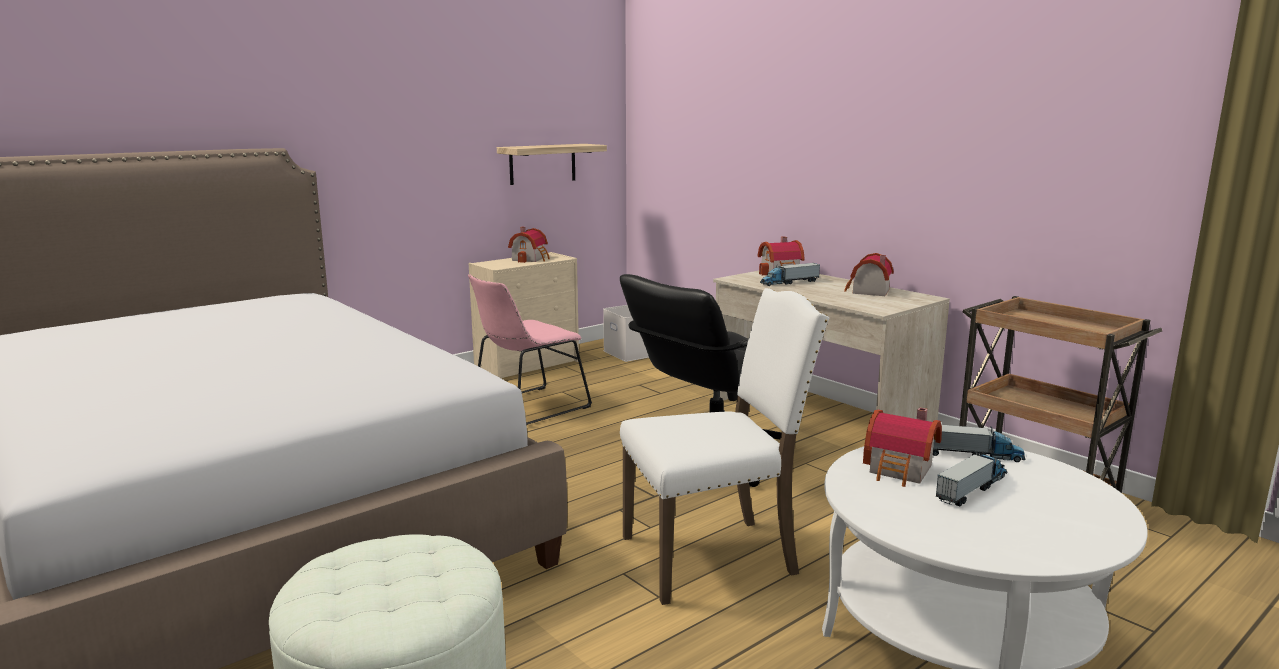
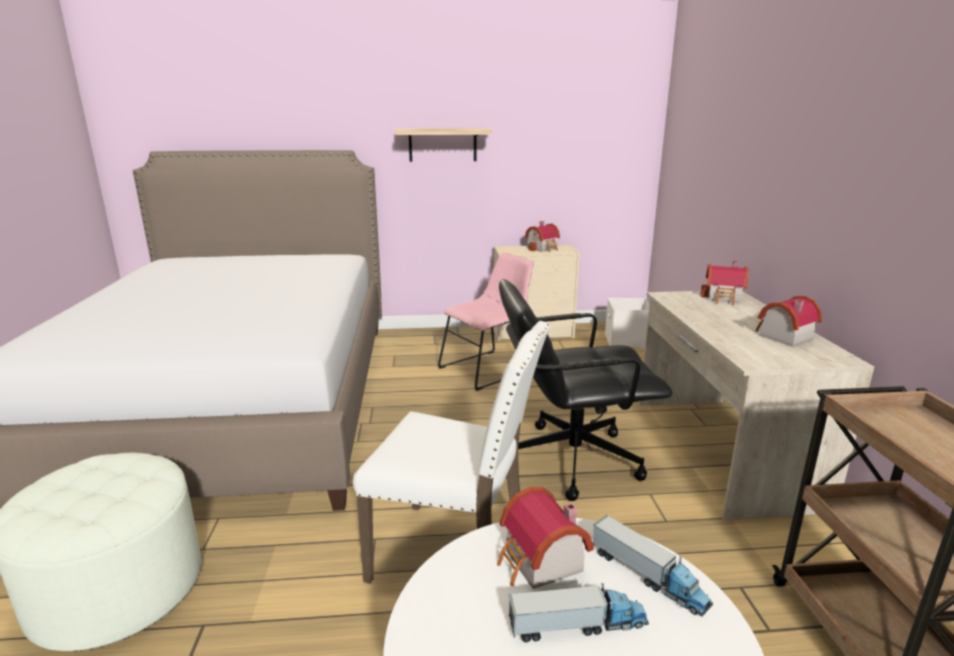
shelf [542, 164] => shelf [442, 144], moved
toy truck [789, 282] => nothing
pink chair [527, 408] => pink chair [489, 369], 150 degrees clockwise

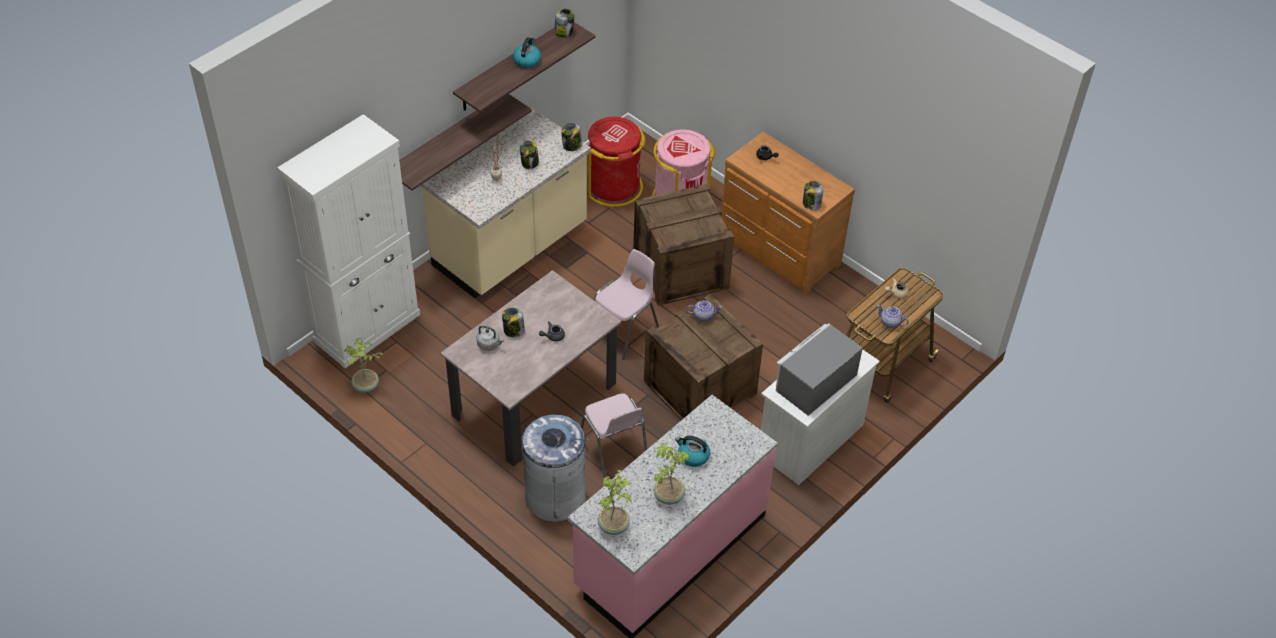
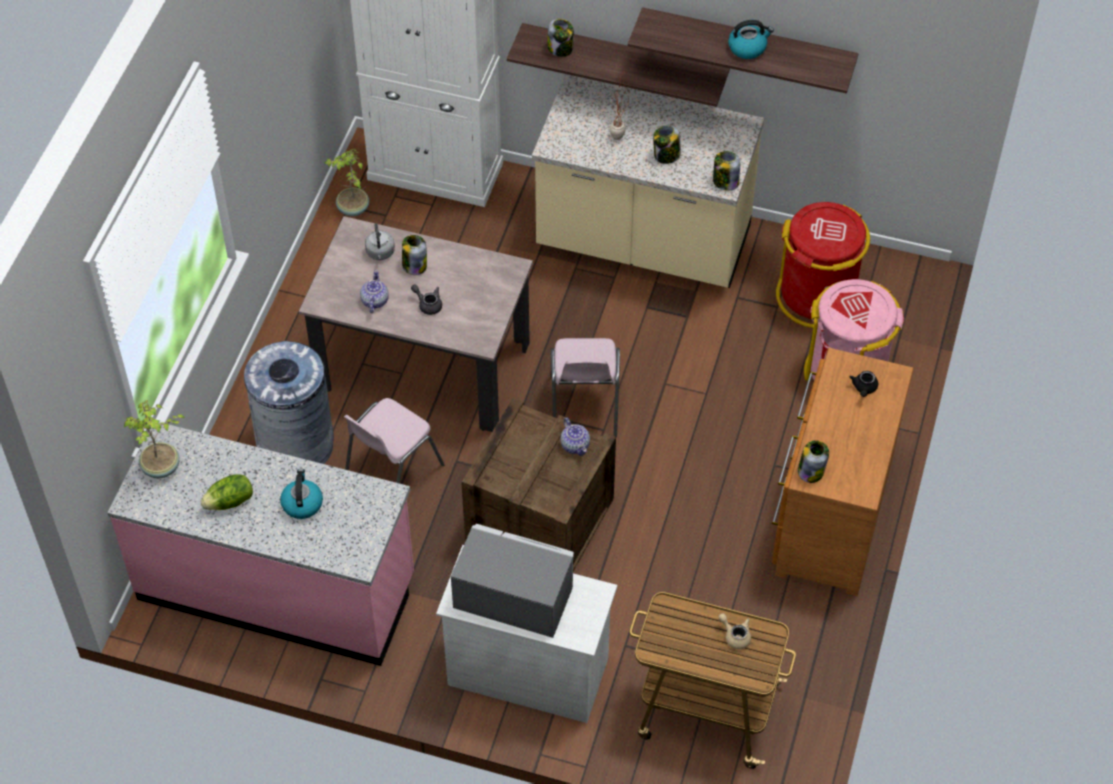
jar [564, 32] => jar [560, 48], moved
crate [681, 270] => nothing
pink chair [624, 331] => pink chair [583, 407], 75 degrees clockwise
teapot [890, 322] => teapot [374, 301], moved
potted plant [668, 496] => lettuce [230, 502]

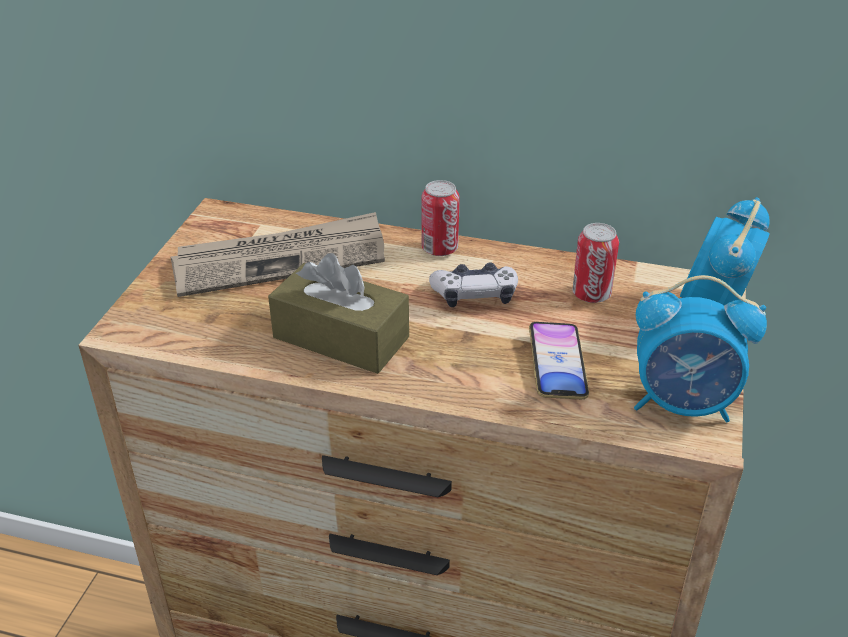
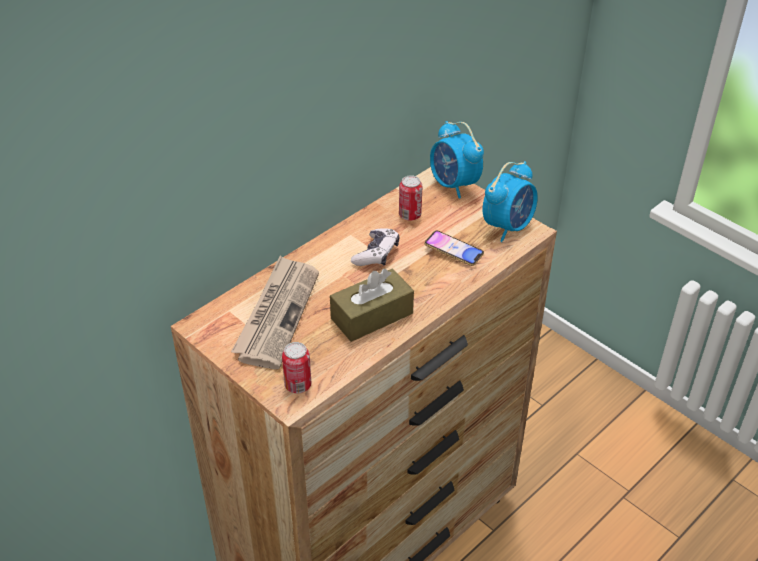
can [439, 249] => can [298, 385], moved

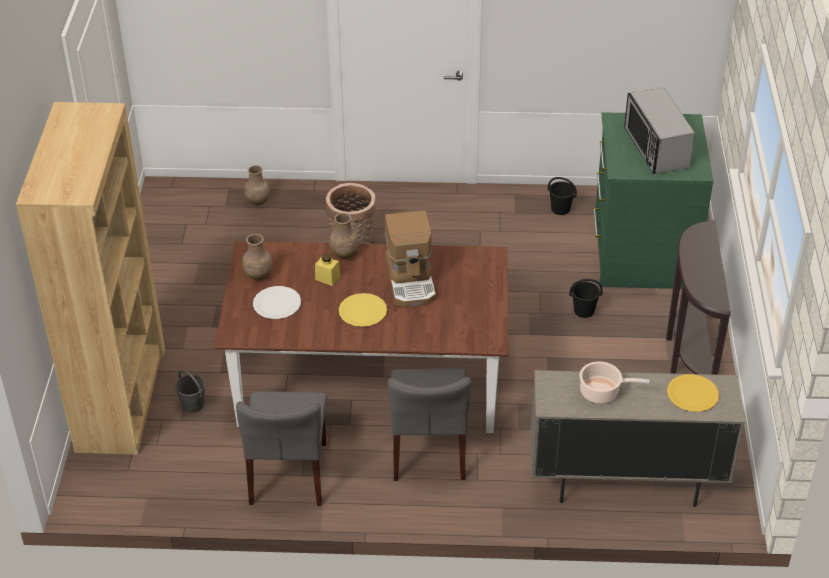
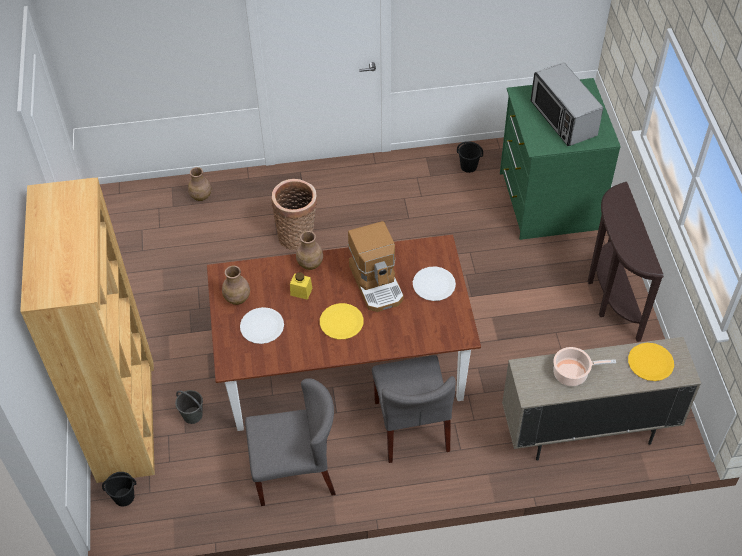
black bucket [583, 311] => black bucket [123, 497], moved
grey chair [289, 474] => grey chair [295, 471], 90 degrees counterclockwise
nothing => white plate [434, 284]

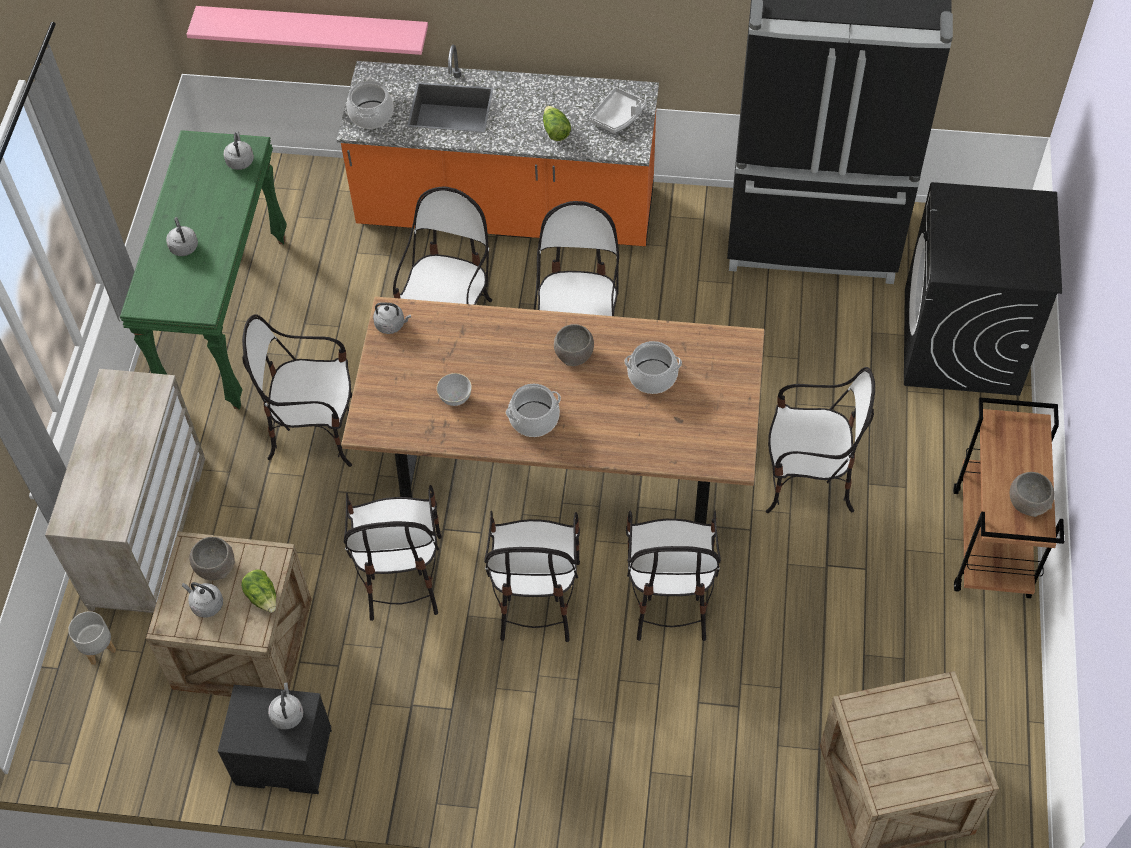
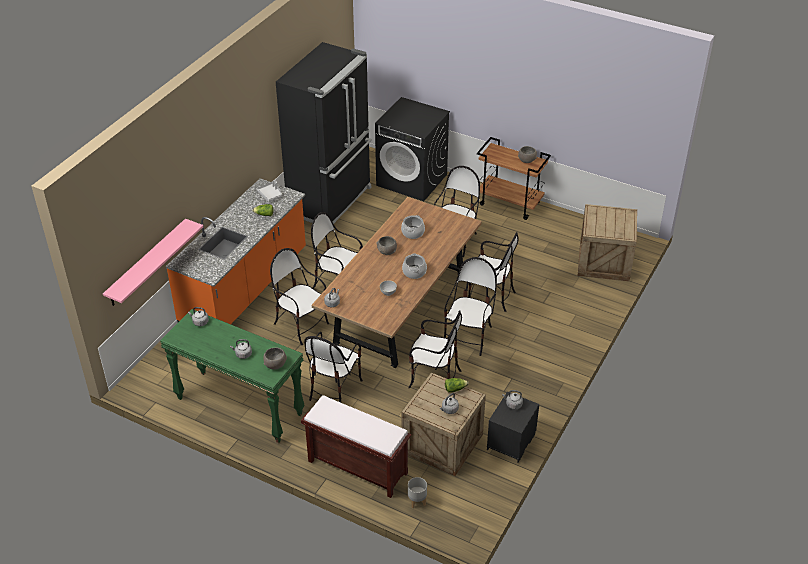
cooking pot [371, 115] => nothing
beige dresser [147, 531] => brown bench [356, 467]
chair [535, 598] => chair [469, 337], 90 degrees counterclockwise
grey bowl [215, 567] => grey bowl [275, 364], moved

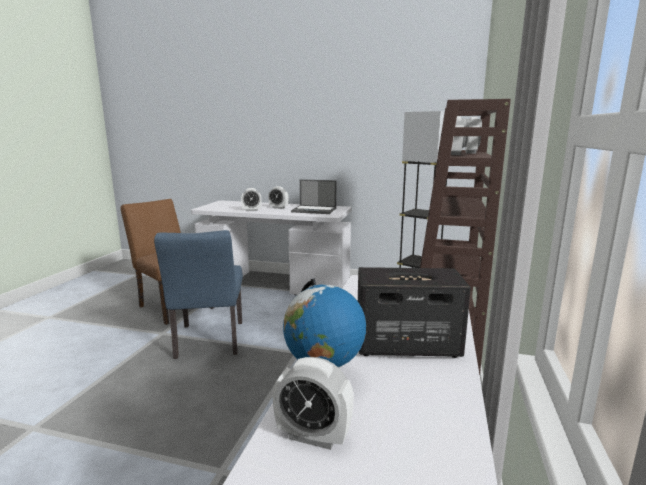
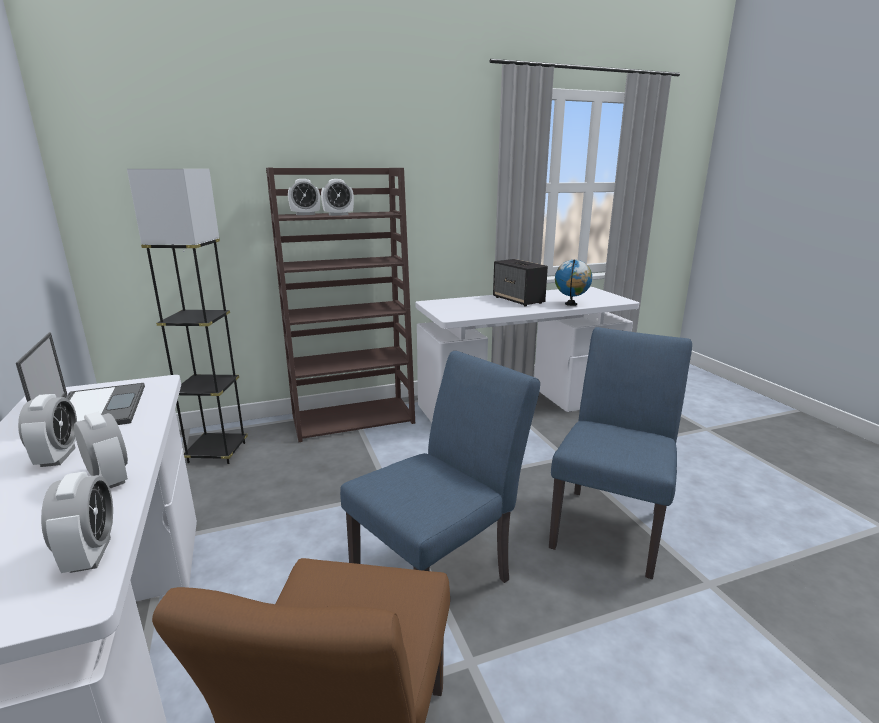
alarm clock [313, 436] => alarm clock [91, 554], moved
nothing => blue chair [610, 524]

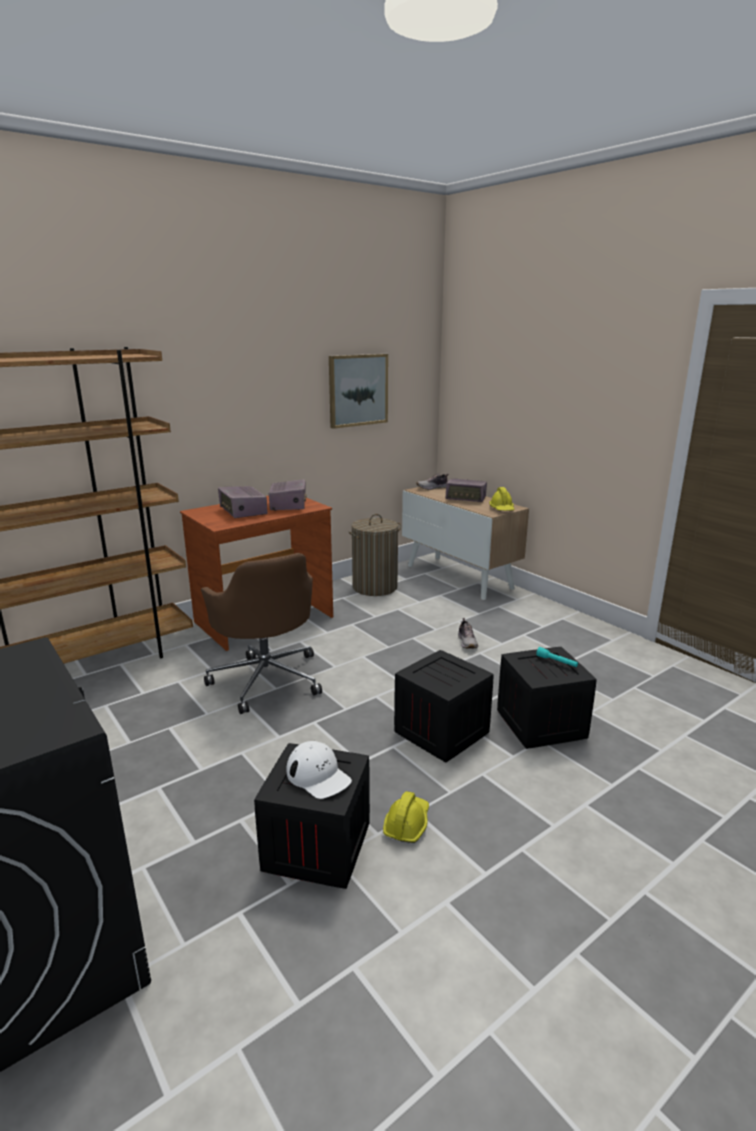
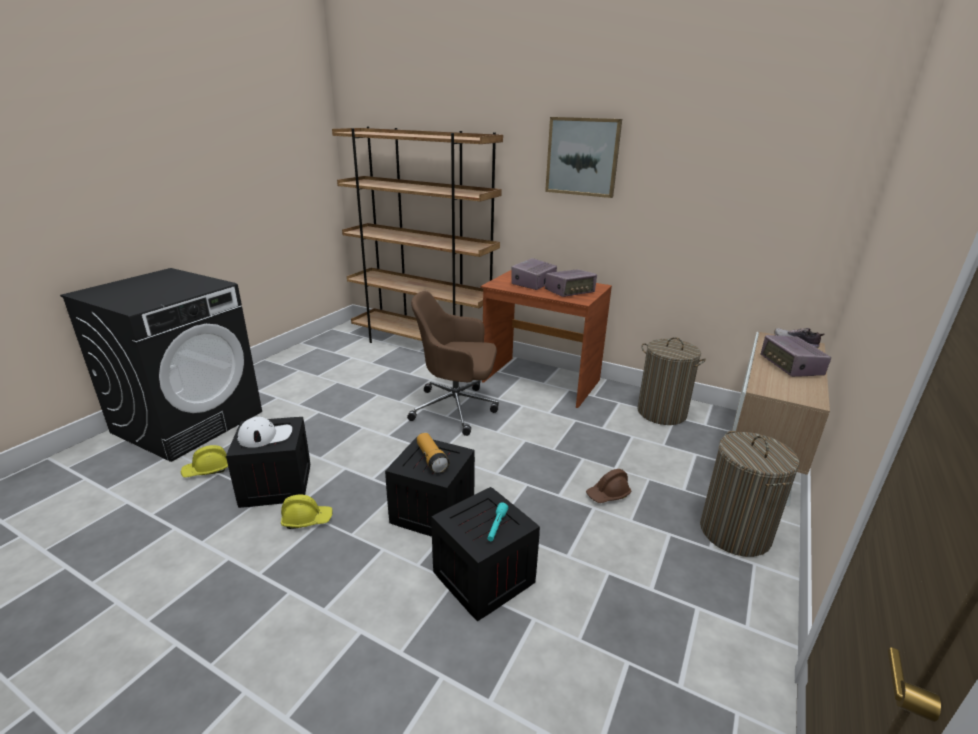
picture [358, 390] => picture [582, 157], moved
yellow hard hat [502, 509] => yellow hard hat [207, 470], moved
brown office chair [267, 678] => brown office chair [456, 408], 60 degrees clockwise
shoe [467, 642] => brown hard hat [608, 494]
white cap [318, 776] => white cap [265, 436], 135 degrees counterclockwise
nothing => laundry basket [734, 532]
nothing => flashlight [431, 459]

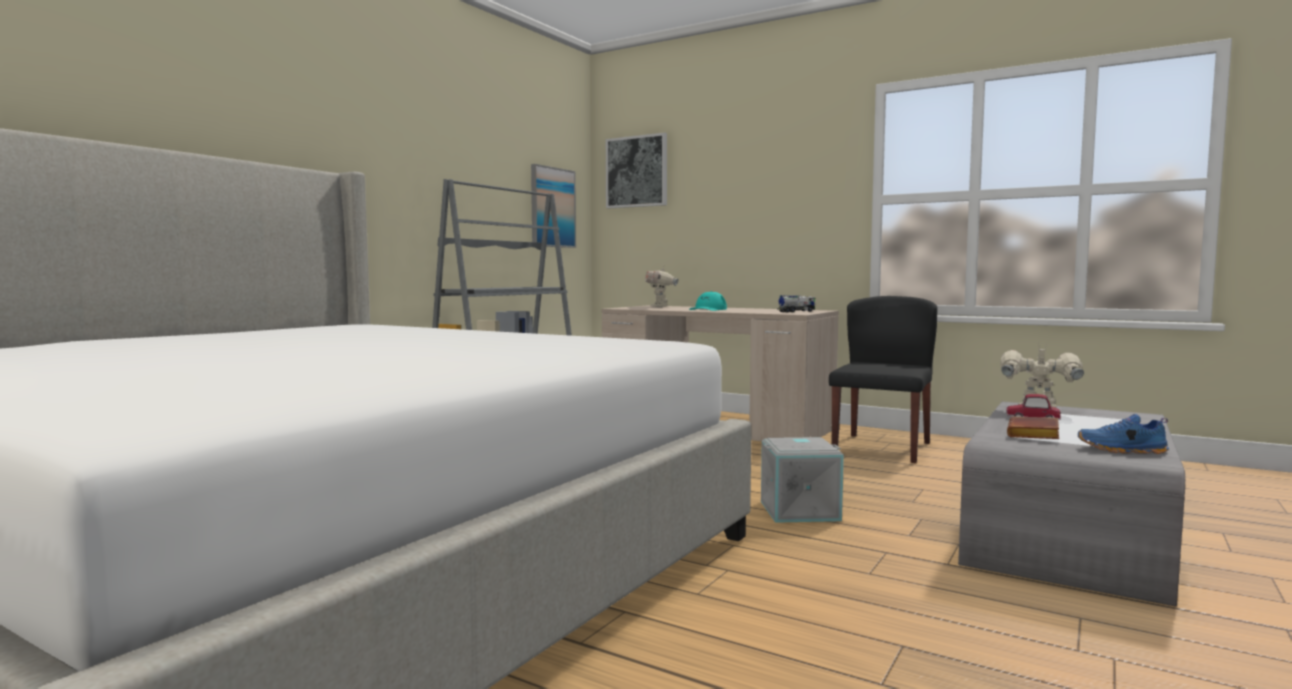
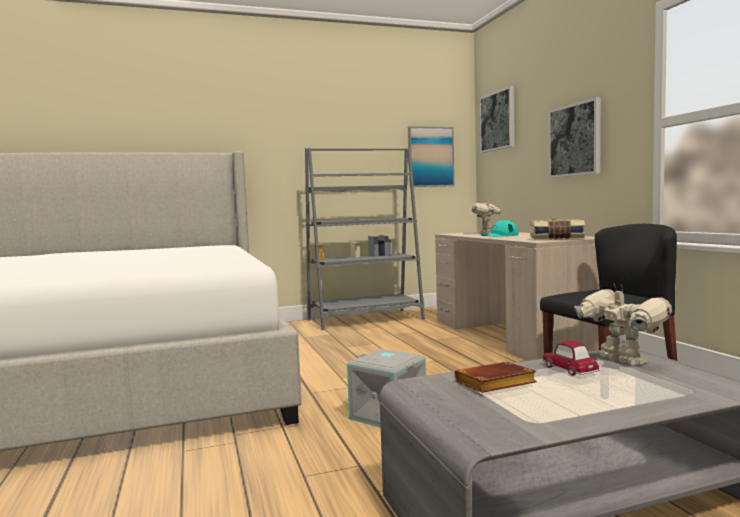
toy truck [796, 311] => book [556, 238]
blue shoe [1122, 450] => nothing
nothing => picture [575, 140]

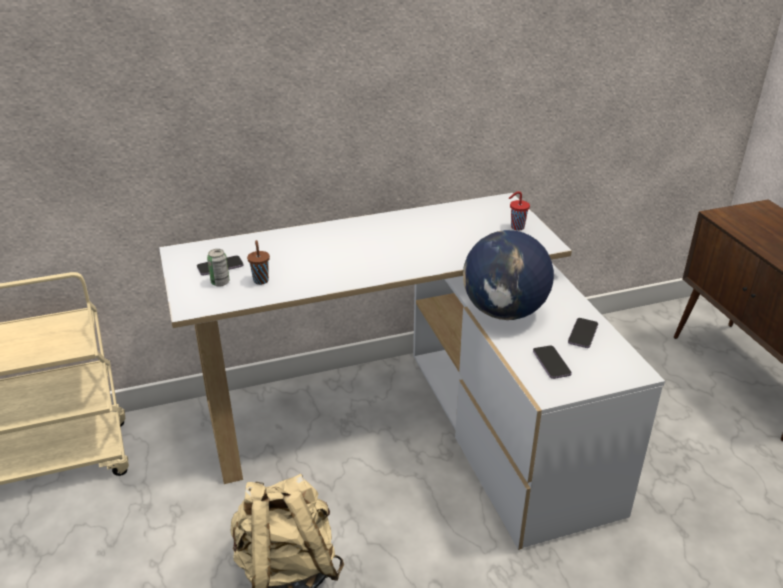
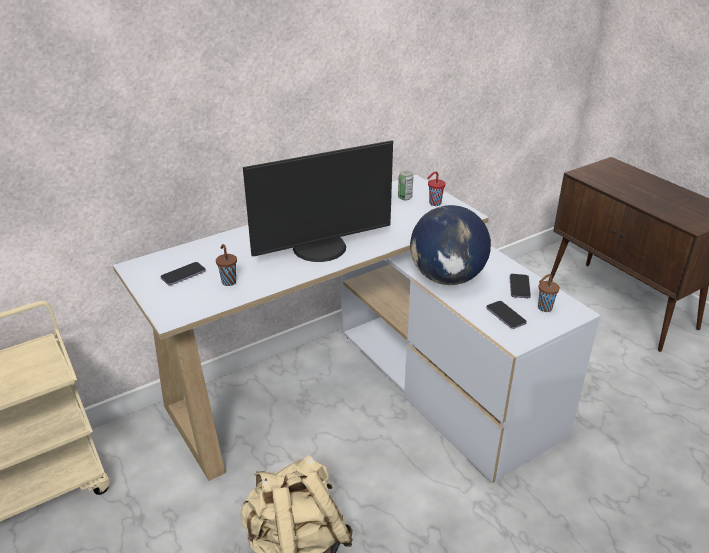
can [220, 282] => can [405, 197], moved
nothing => monitor [321, 249]
nothing => brown cup [544, 308]

